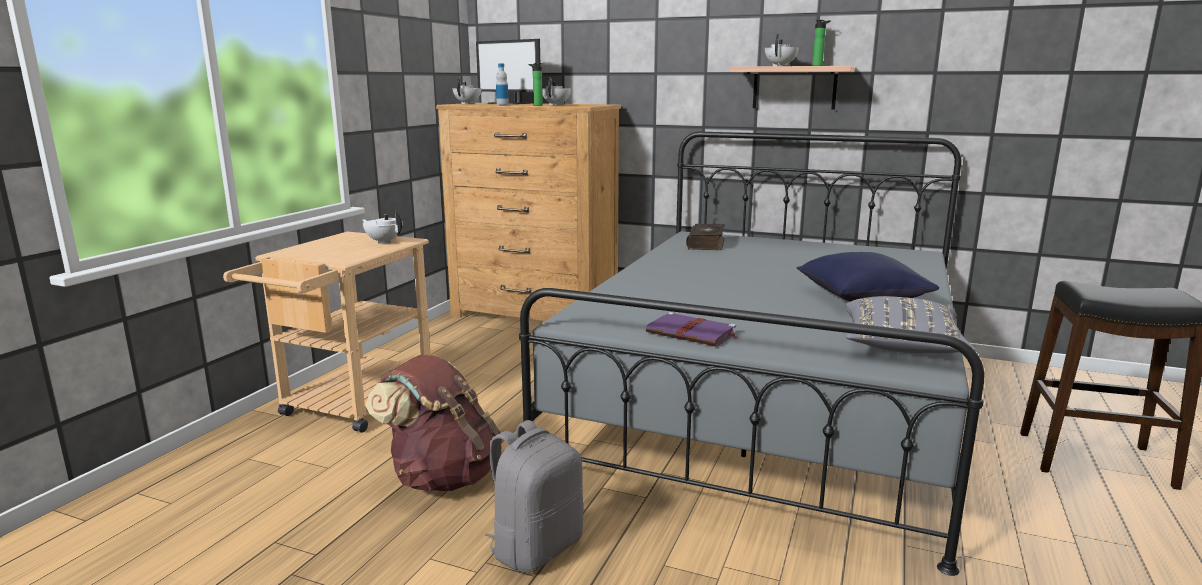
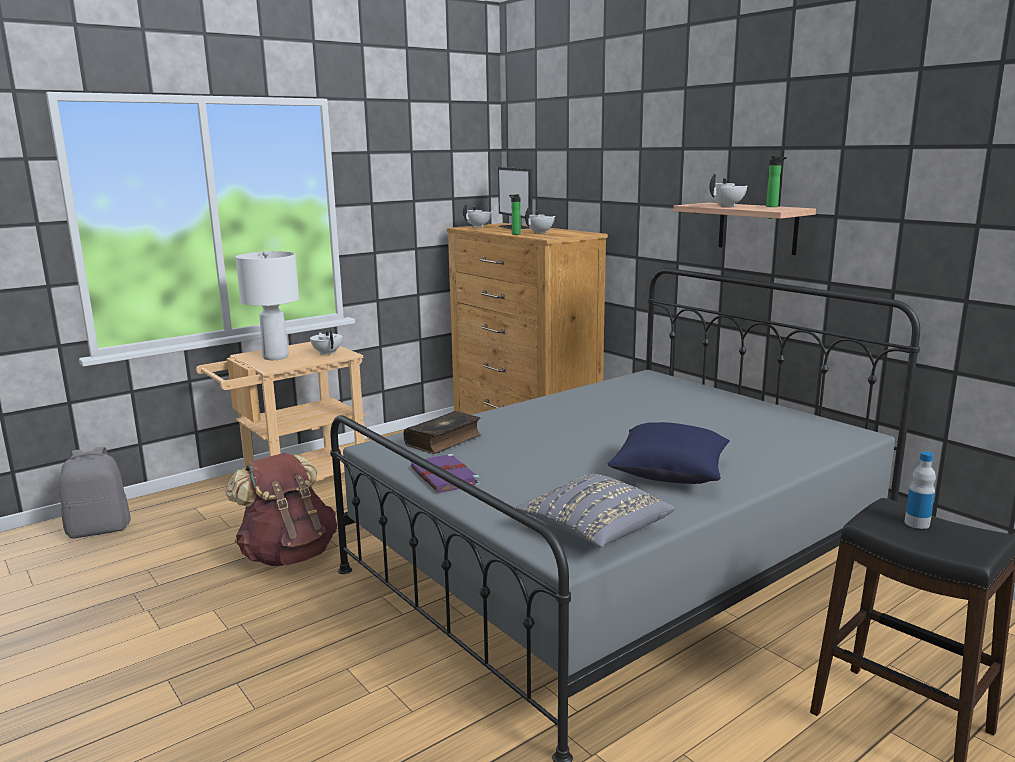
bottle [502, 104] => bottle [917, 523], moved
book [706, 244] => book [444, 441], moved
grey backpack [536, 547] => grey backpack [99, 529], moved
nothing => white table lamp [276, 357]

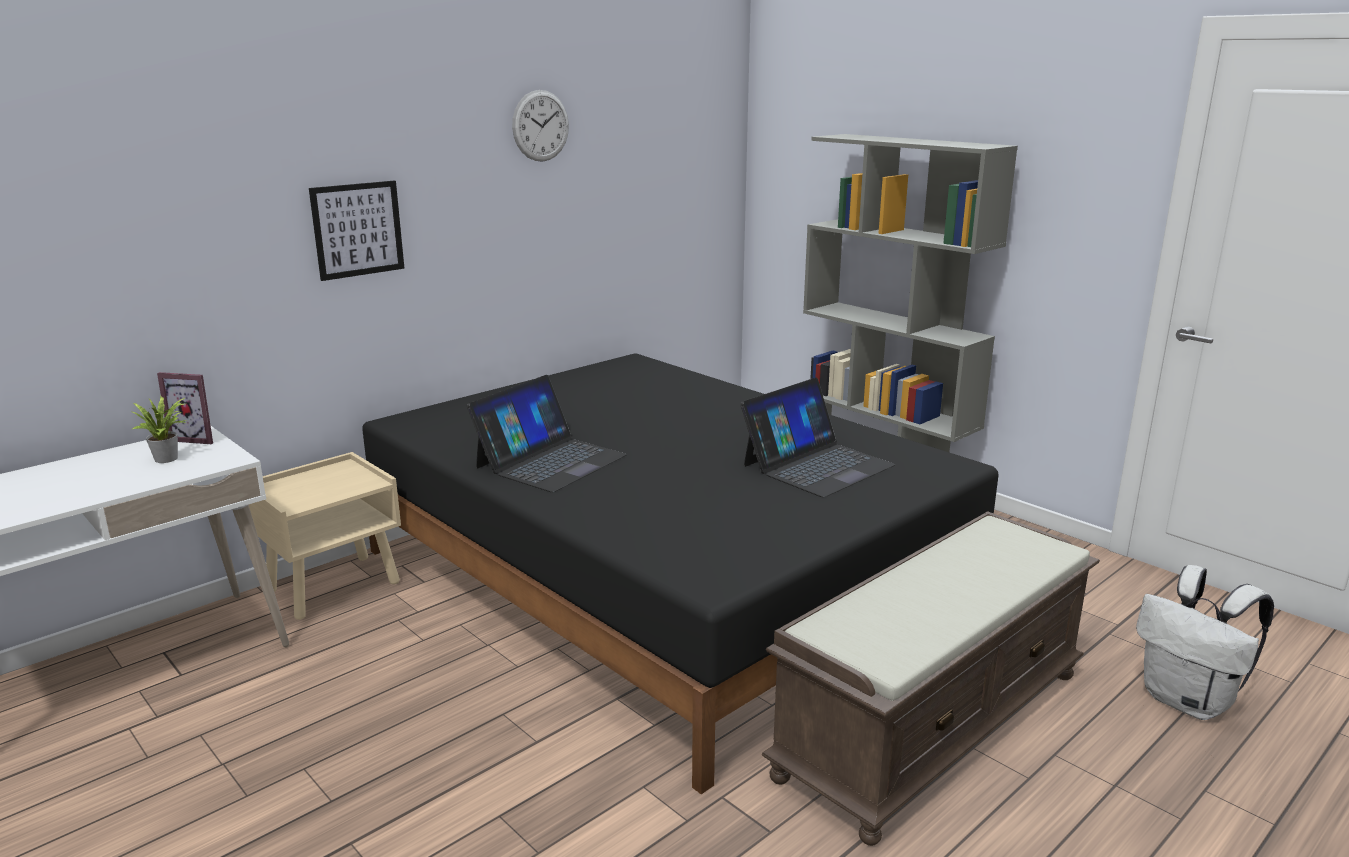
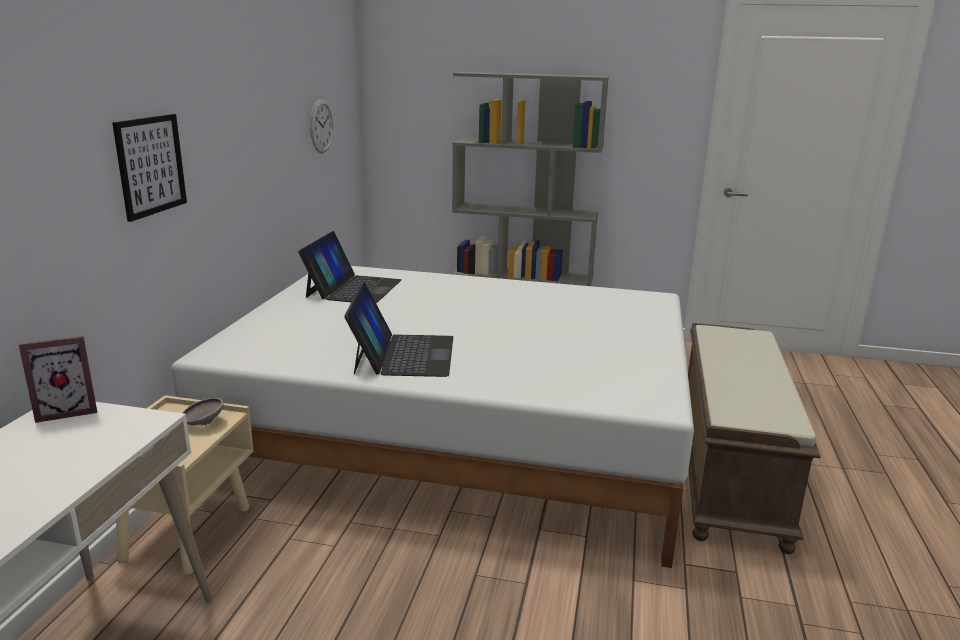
wall clock [540, 126] => wall clock [321, 126], moved
black bed [661, 576] => white bed [458, 433]
laptop [817, 465] => laptop [353, 288], moved
potted plant [169, 458] => nothing
white backpack [1189, 701] => nothing
nothing => grey bowl [202, 423]

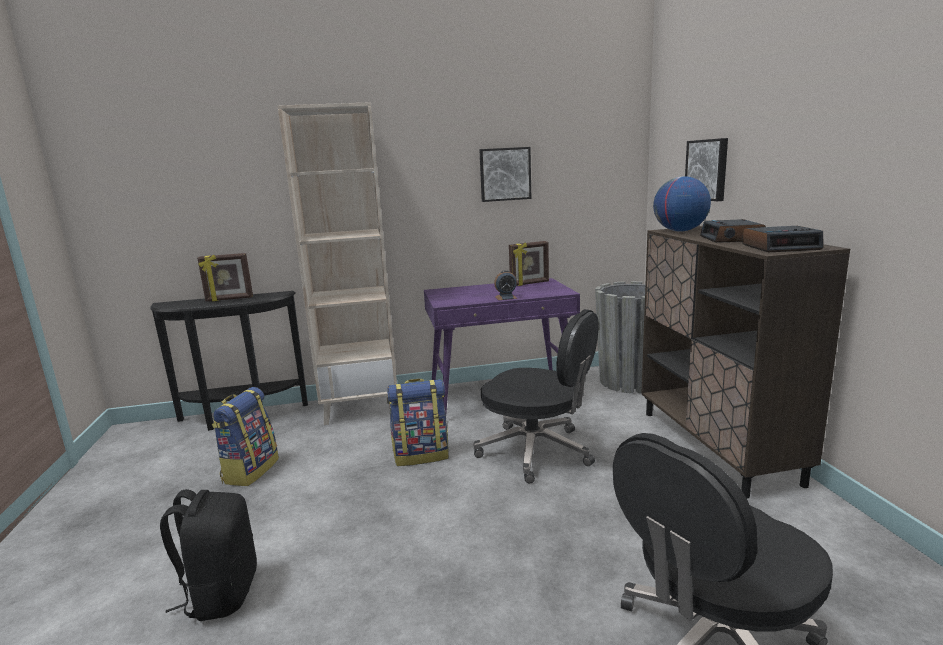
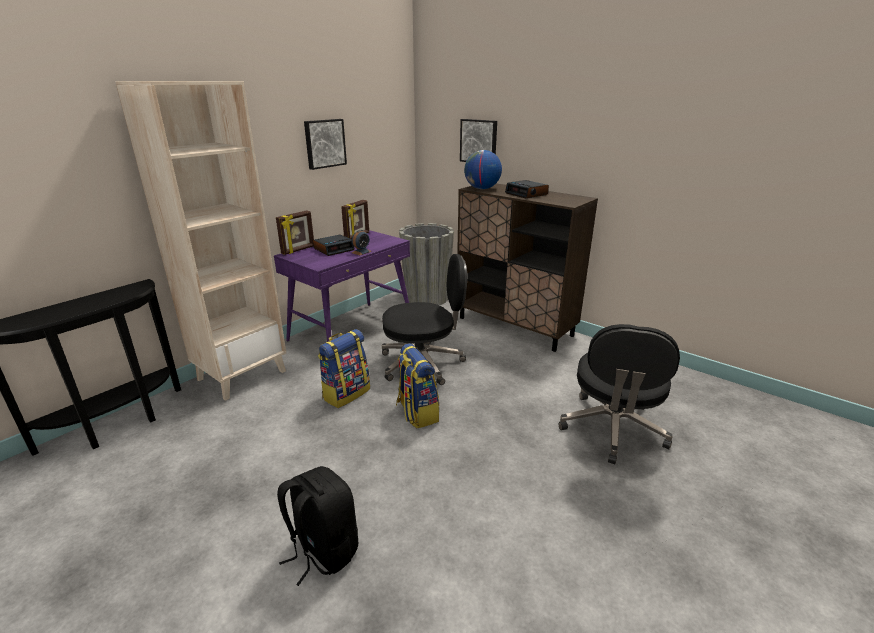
alarm clock [780, 247] => alarm clock [334, 249], moved
picture frame [229, 299] => picture frame [298, 250], moved
backpack [250, 470] => backpack [416, 413], moved

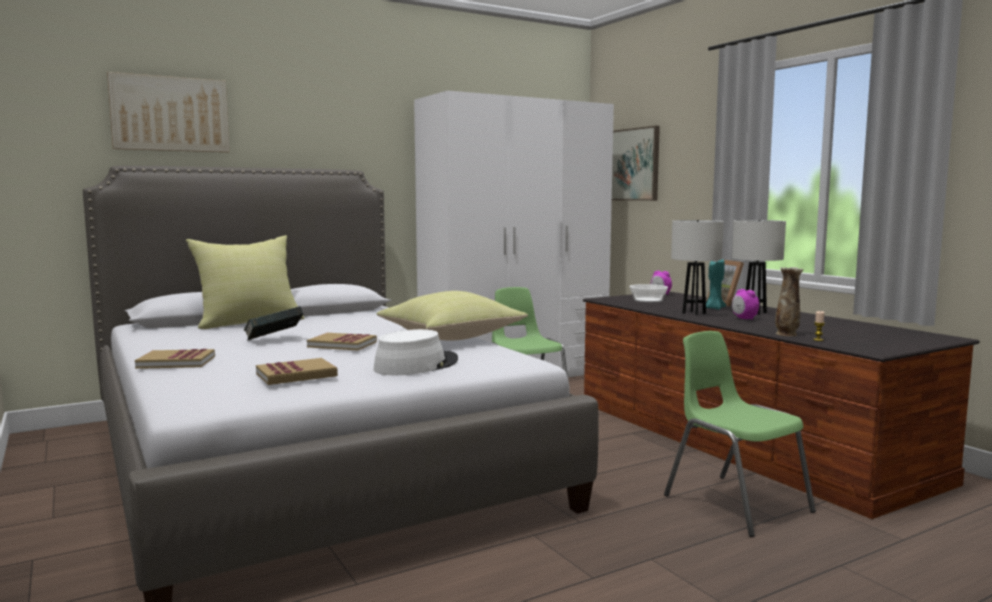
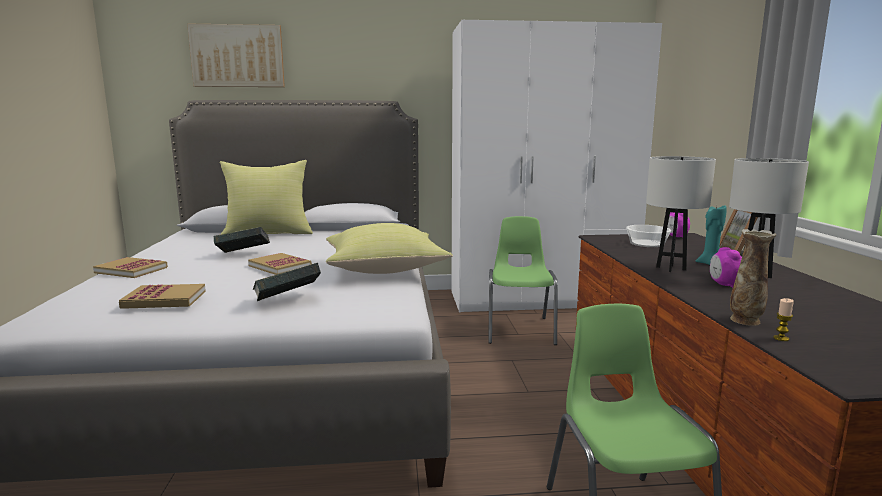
picture [633, 164] => nothing
white hat [416, 365] => book [287, 301]

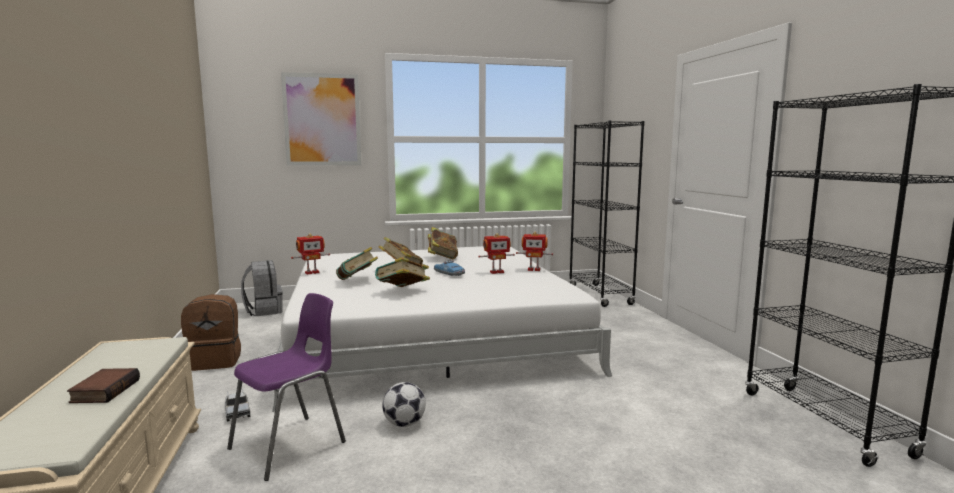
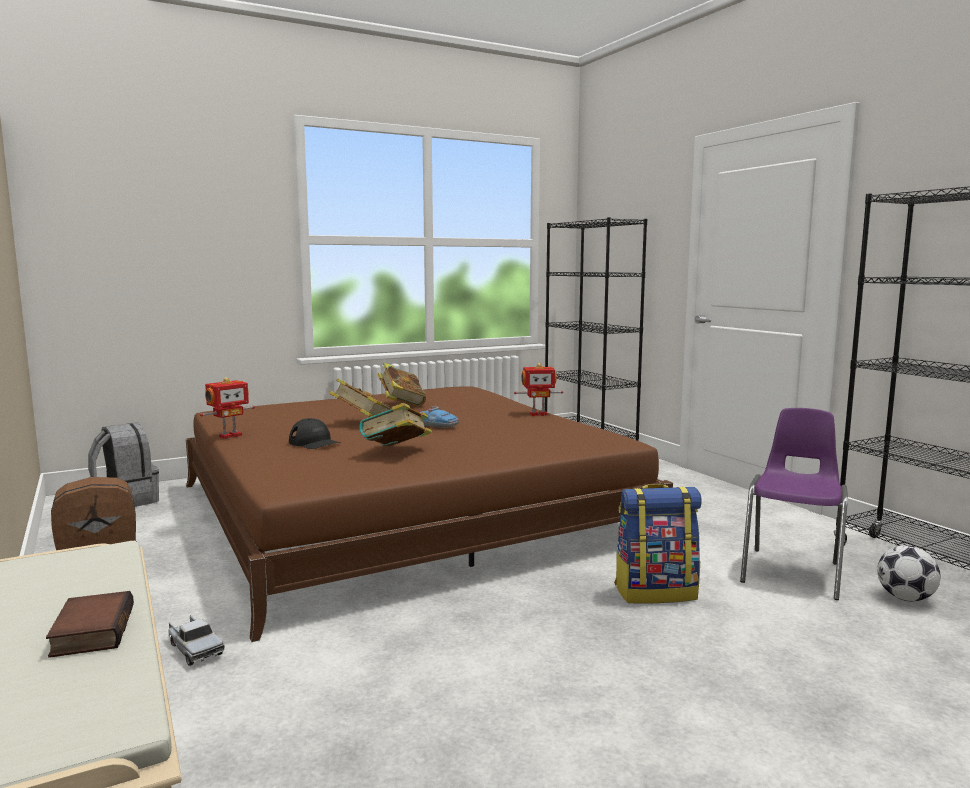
picture [322, 120] => nothing
toy robot [496, 272] => nothing
white bed [428, 333] => brown bed [402, 511]
book [357, 281] => black cap [314, 443]
purple chair [291, 445] => purple chair [792, 572], moved
football [404, 424] => football [905, 598], moved
nothing => backpack [655, 592]

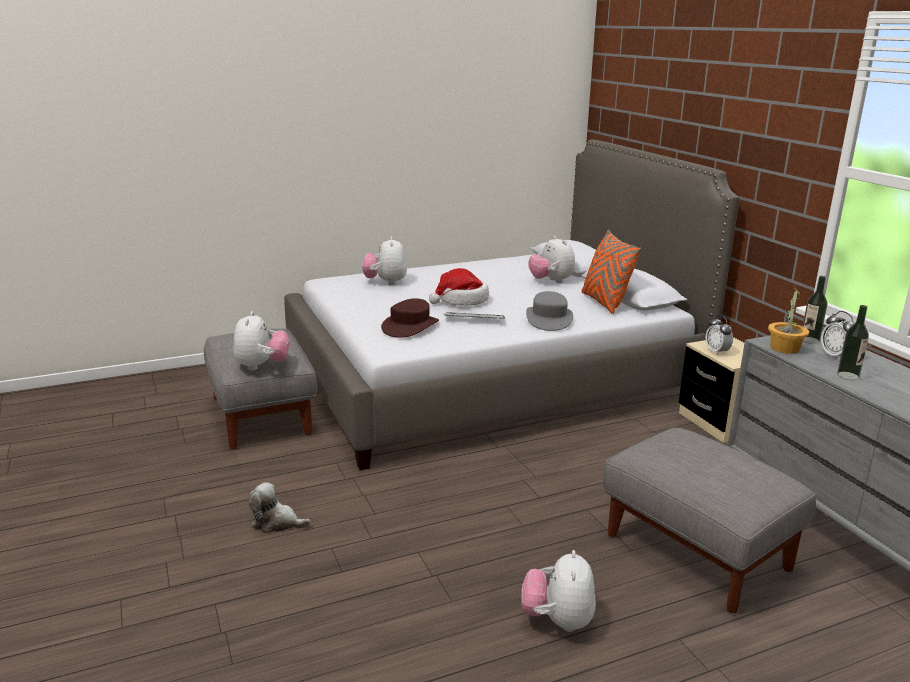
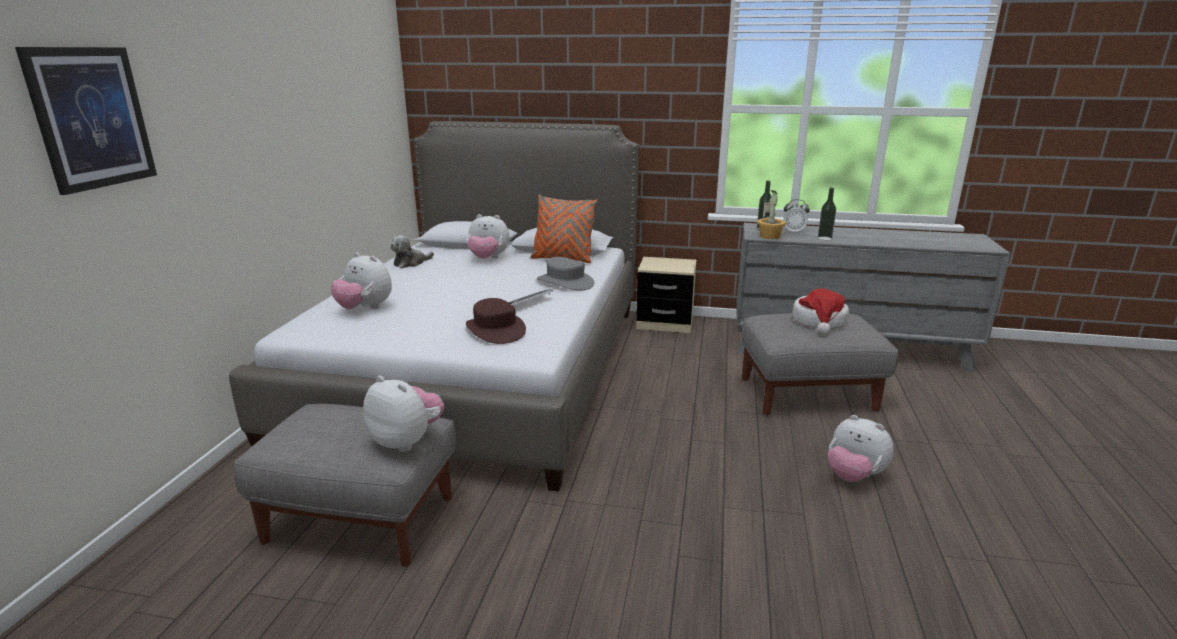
hat [461, 300] => hat [819, 321], moved
alarm clock [717, 352] => nothing
plush toy [277, 523] => plush toy [411, 263], moved
nothing => picture [91, 118]

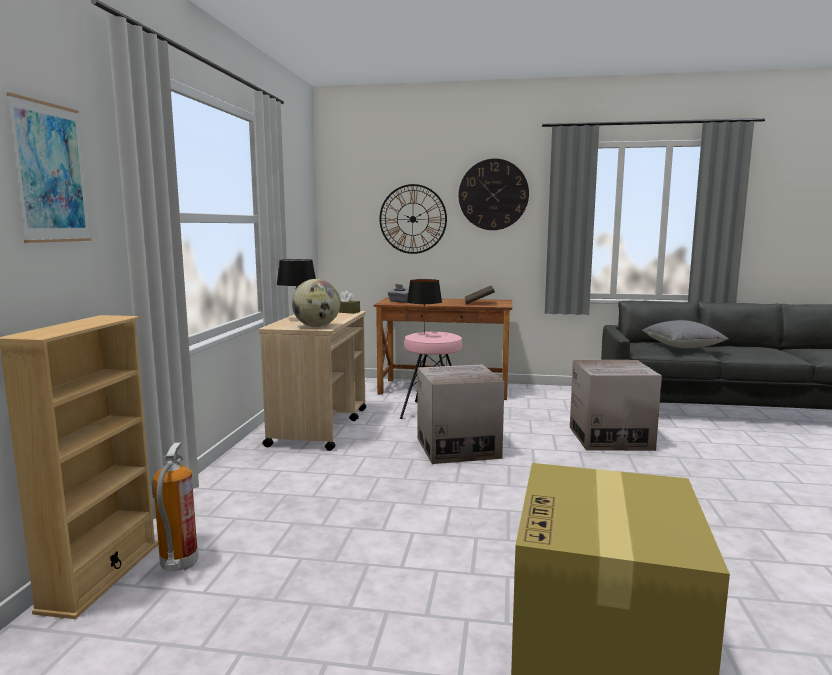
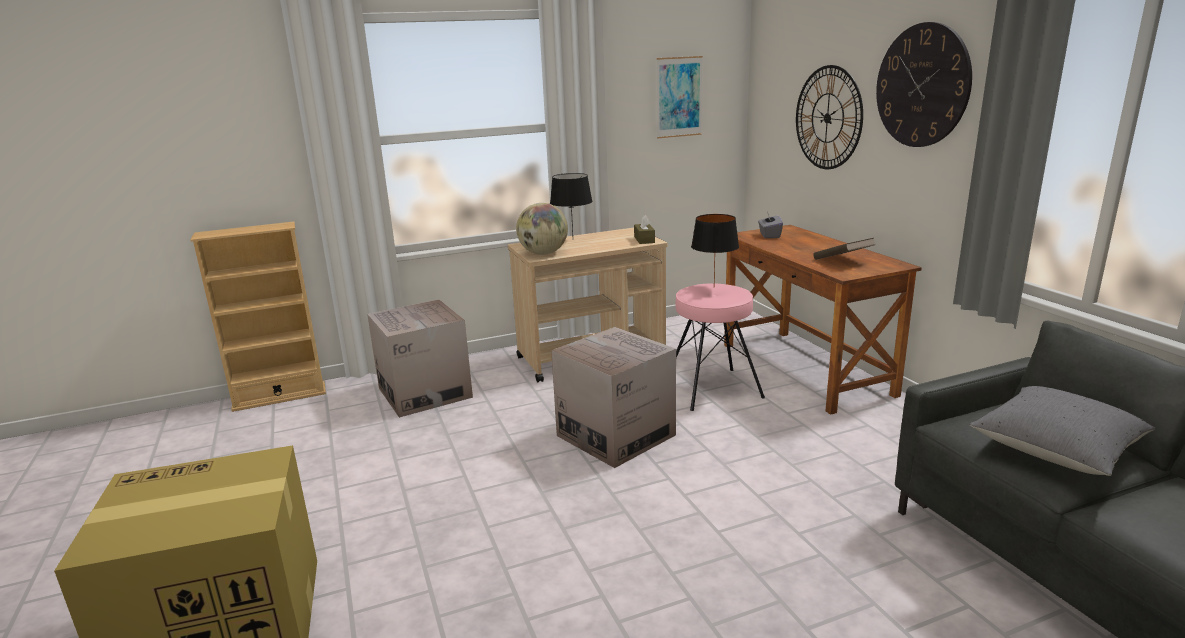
picture [51, 173] => picture [679, 97], moved
cardboard box [610, 438] => cardboard box [425, 393], moved
fire extinguisher [179, 565] => nothing

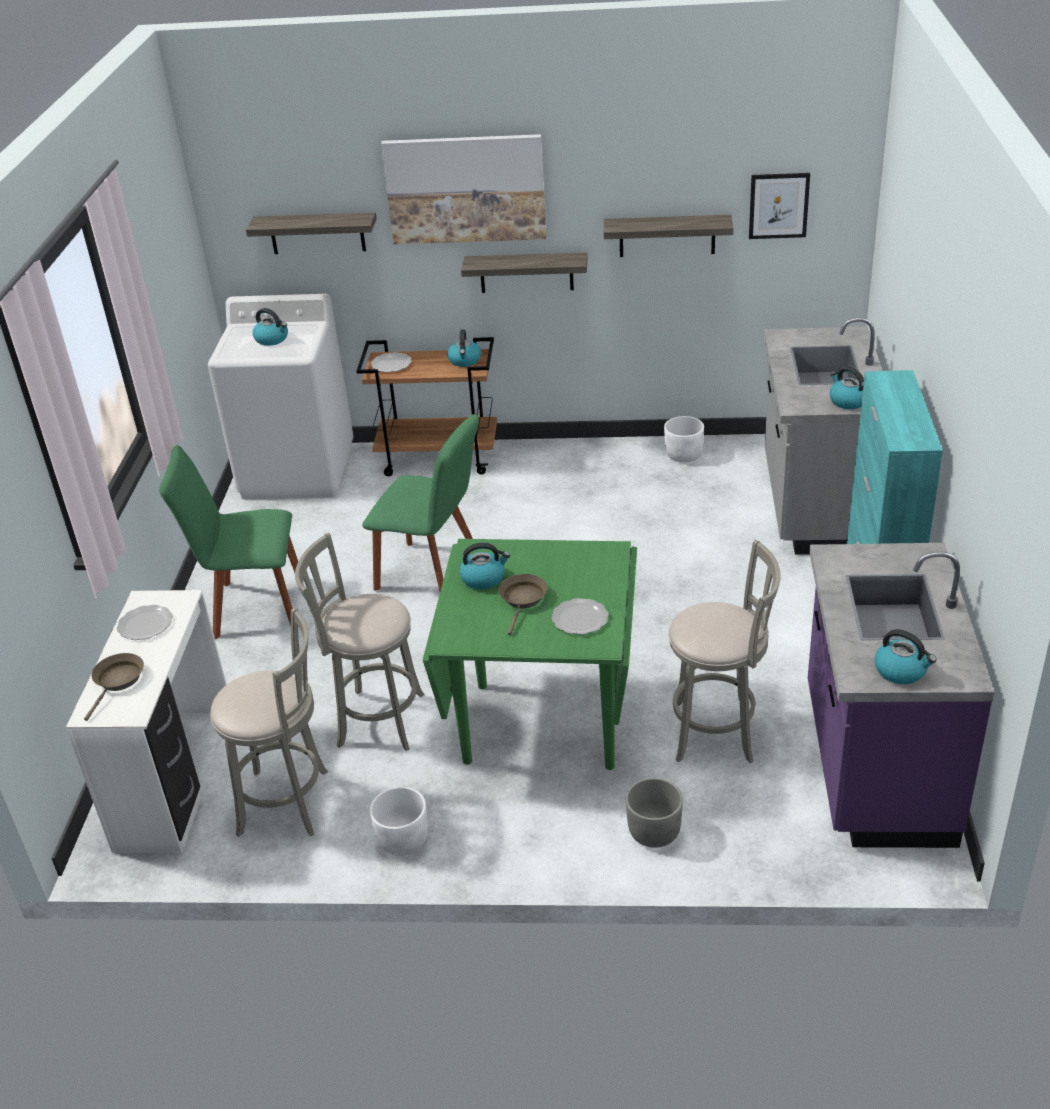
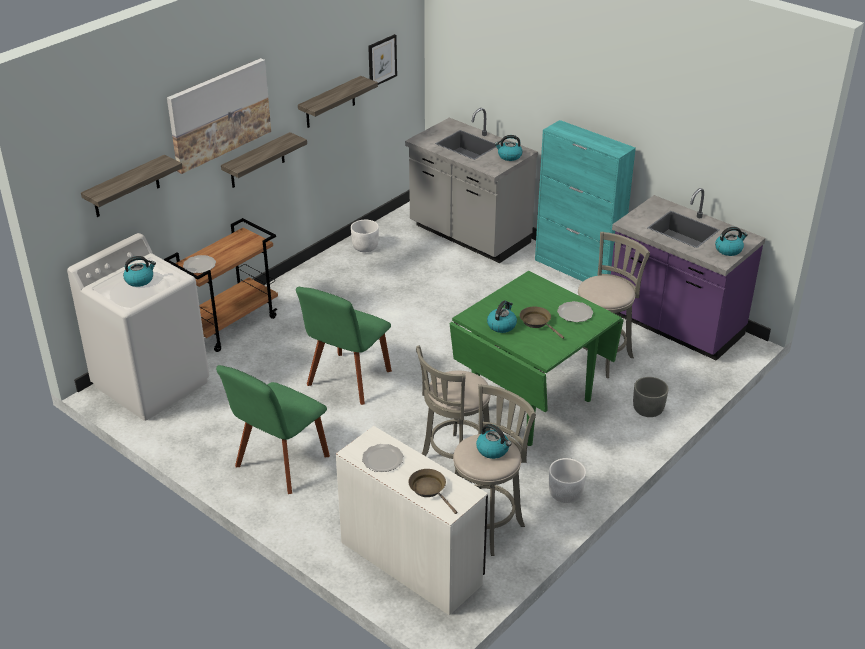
kettle [465, 360] => kettle [493, 450], moved
green chair [433, 573] => green chair [347, 380], 150 degrees clockwise

